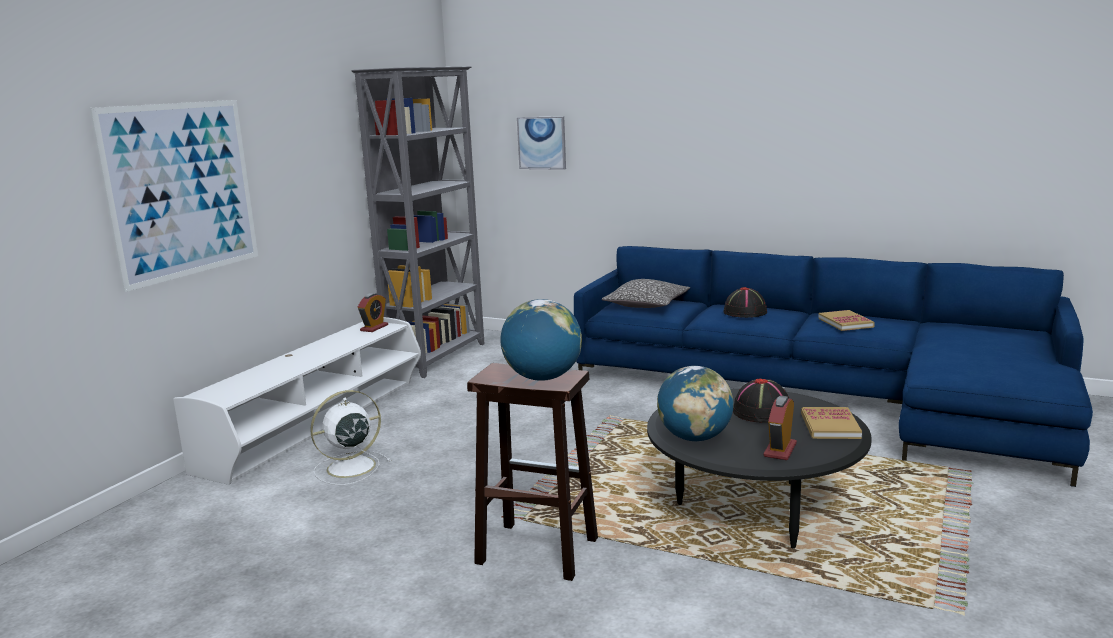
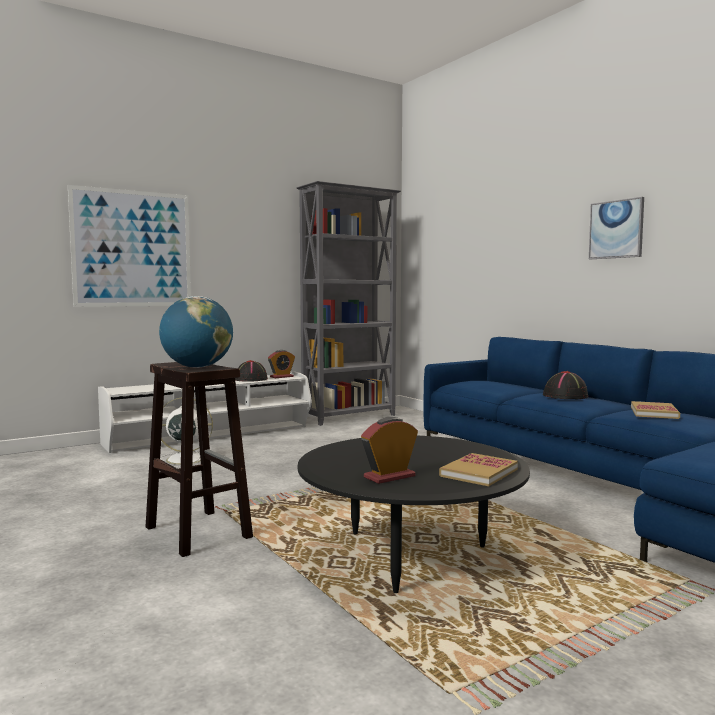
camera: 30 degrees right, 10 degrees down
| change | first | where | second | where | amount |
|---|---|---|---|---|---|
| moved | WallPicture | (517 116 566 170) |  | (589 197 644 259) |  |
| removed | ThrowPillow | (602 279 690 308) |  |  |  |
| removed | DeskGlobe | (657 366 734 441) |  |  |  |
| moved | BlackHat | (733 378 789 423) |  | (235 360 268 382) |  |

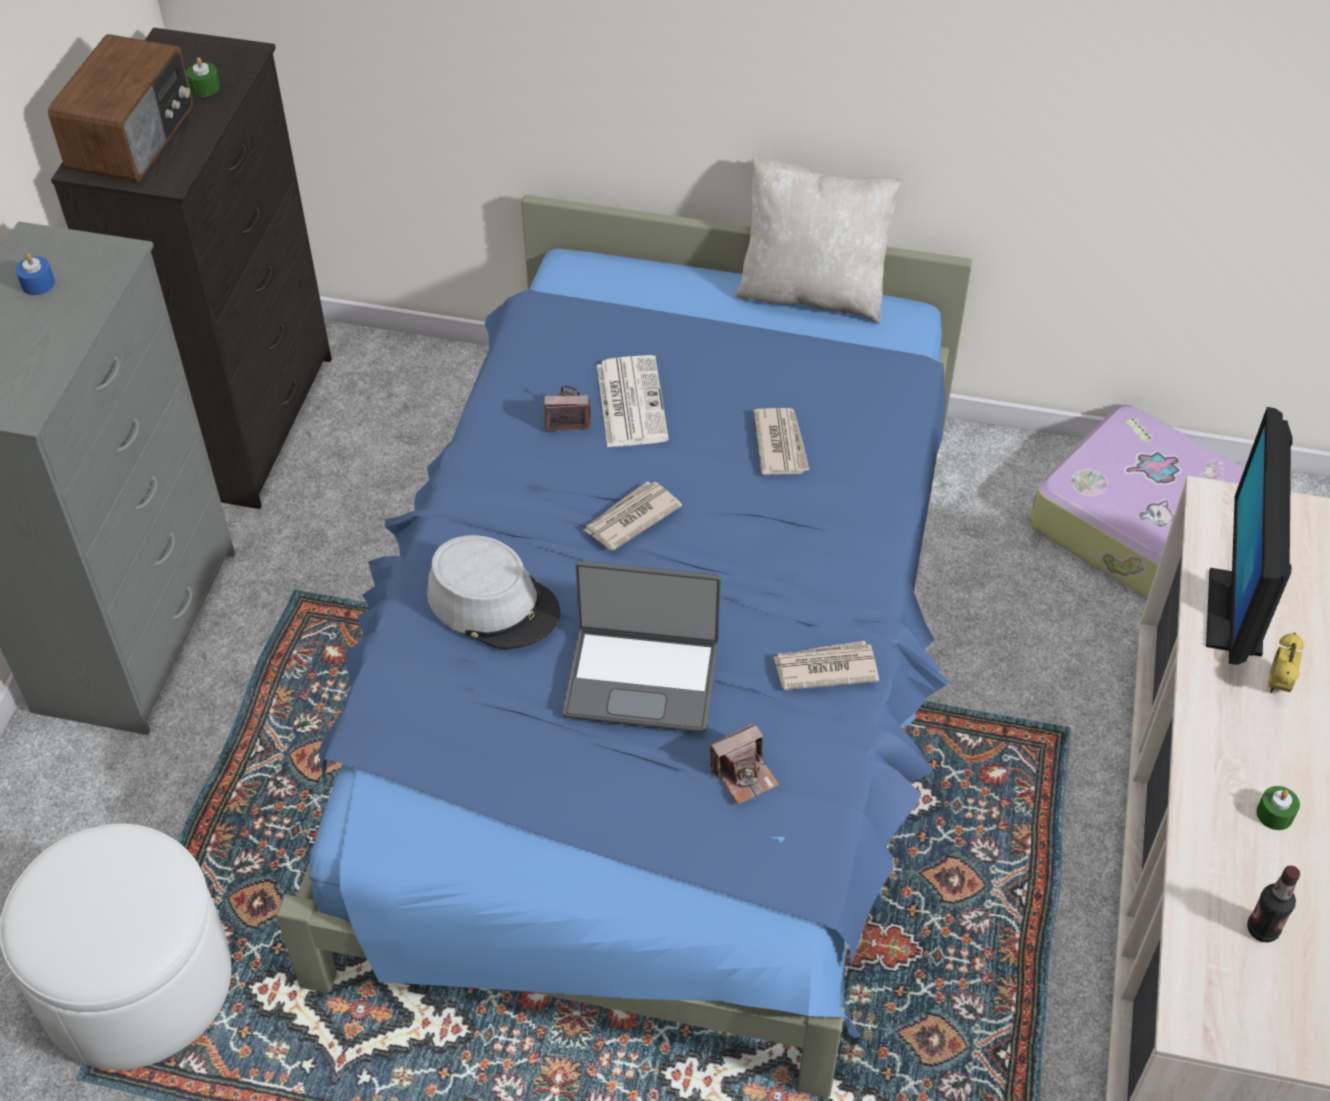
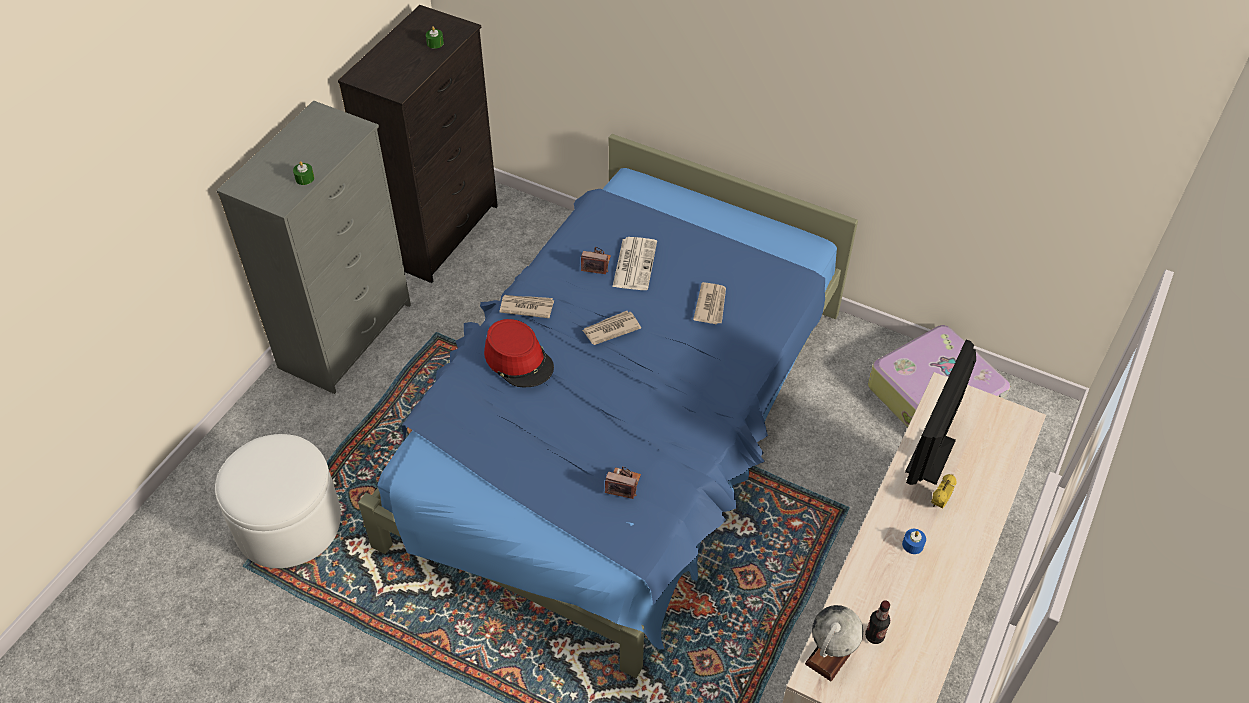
camera: 15 degrees right, 0 degrees up
| change | first | where | second | where | amount |
|---|---|---|---|---|---|
| removed | Radio | (48 34 193 182) |  |  |  |
| removed | BeigeThrowPillow | (735 157 902 323) |  |  |  |
| moved | BluishCandle | (15 253 55 295) |  | (902 529 926 554) |  |
| recoloured | GrayHat | (427 535 560 649) | RedColouredHat | (484 319 554 387) |  |
| removed | Laptop | (563 561 721 733) |  |  |  |
| moved | Newspaper | (773 641 879 690) |  | (499 295 554 318) |  |
| turned | StillCamera | (710 722 779 804) |  | (605 466 641 499) | 150 degrees counterclockwise |
| moved | GreenColouredCandle | (1257 786 1300 830) |  | (293 161 314 185) |  |
| added |  |  | DeskGlobe | (805 605 863 681) |  |

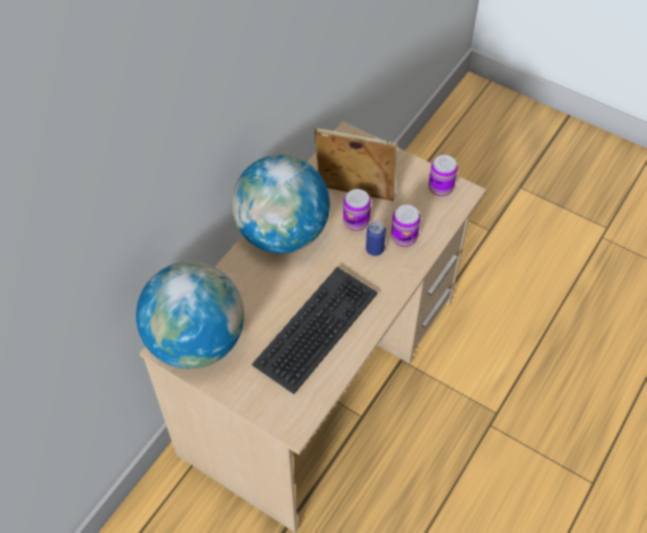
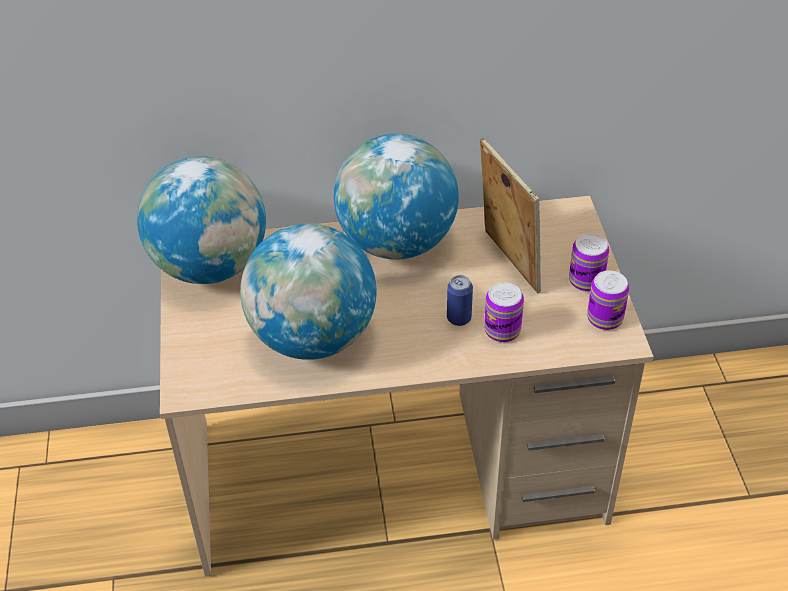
camera: 50 degrees right, 10 degrees down
| change | first | where | second | where | amount |
|---|---|---|---|---|---|
| moved | SealedCan | (343 189 371 231) |  | (569 233 609 292) |  |
| replaced | Keyboard | (252 267 378 394) | DeskGlobe | (240 223 376 360) |  |

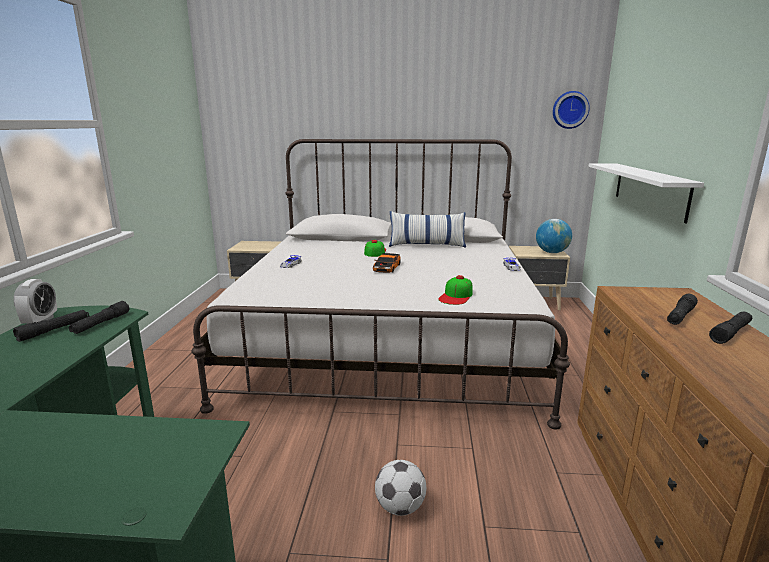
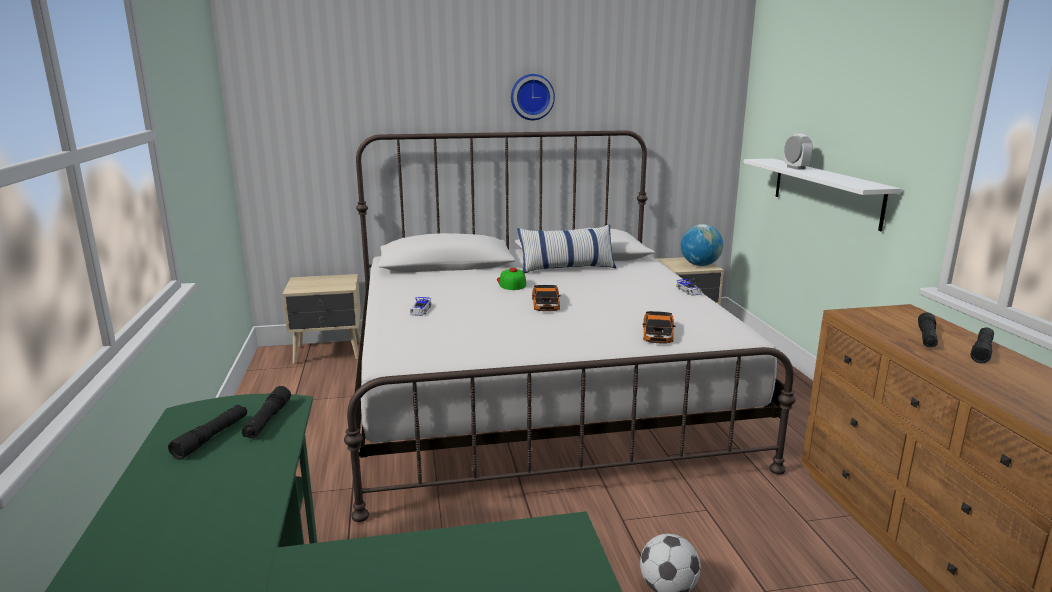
camera: 15 degrees left, 0 degrees up
| change | first | where | second | where | amount |
|---|---|---|---|---|---|
| moved | WallClock | (553 91 590 129) |  | (511 74 555 120) |  |
| replaced | PeakedCap | (438 275 473 305) | ModelCar | (642 311 676 343) |  |
| moved | AlarmClock | (14 279 57 324) |  | (784 134 813 170) |  |

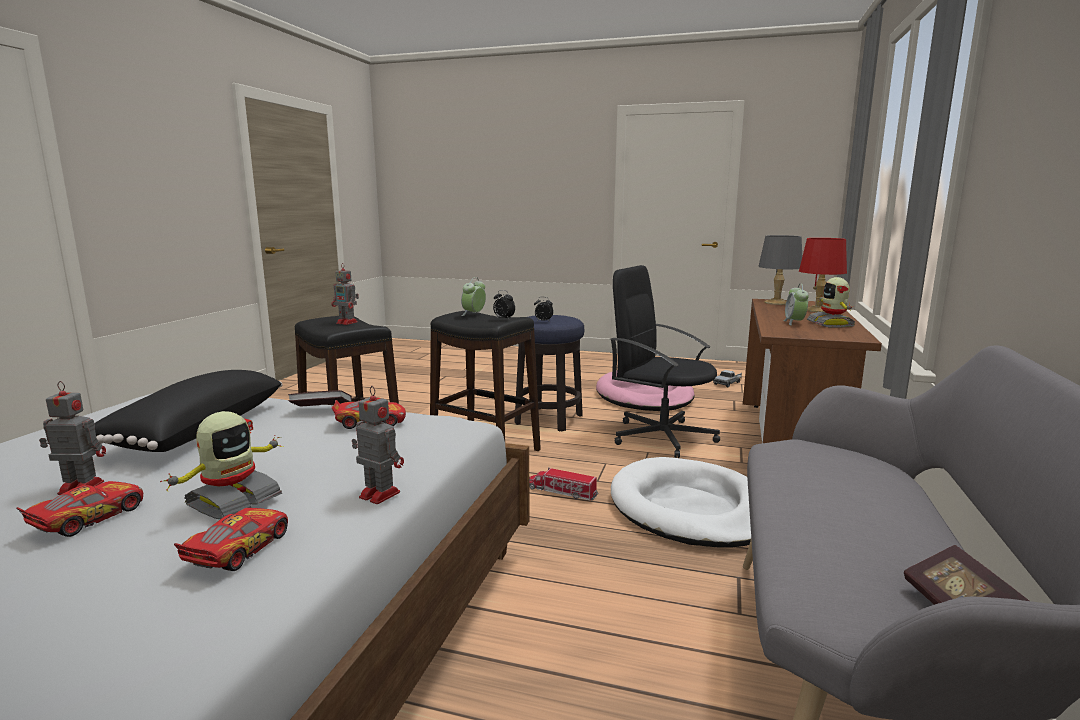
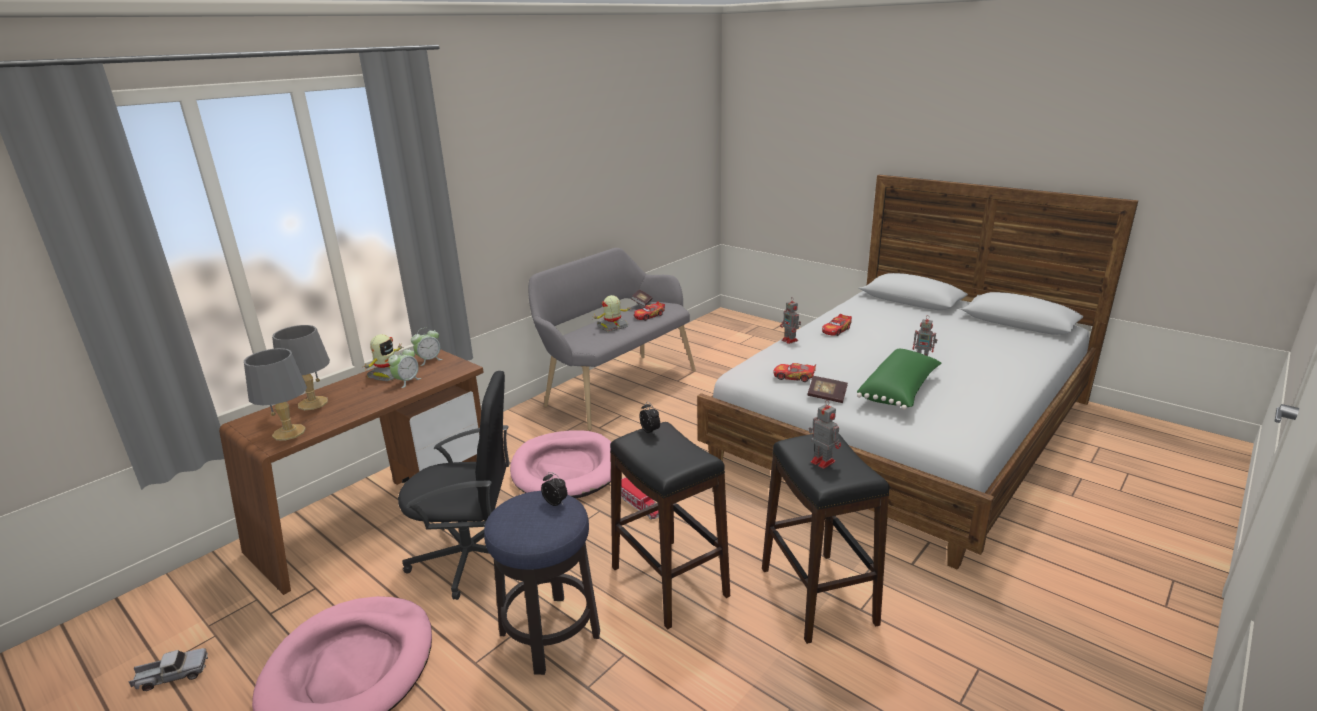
camera: 155 degrees left, 10 degrees up
| change | first | where | second | where | amount |
|---|---|---|---|---|---|
| recoloured | RedColouredTabletopLamp | (799 238 847 312) | GrayTabletopLamp | (272 325 330 410) |  |
| turned | BlackDeskChair | (610 265 720 458) |  | (398 371 510 600) | 60 degrees counterclockwise |
| moved | AlarmClock | (461 277 486 316) |  | (411 328 443 366) |  |
| recoloured | BlackThrowPillow | (95 370 283 452) | GreenColouredThrowPillow | (857 349 942 410) |  |
| moved | ModelRobot | (160 411 283 519) |  | (593 295 631 332) |  |
| recoloured | WhiteColouredDogCushion | (611 457 751 548) | PinkColouredDogCushion | (510 430 611 498) |  |
| moved | ModelCar | (17 481 143 537) |  | (634 301 665 321) |  |

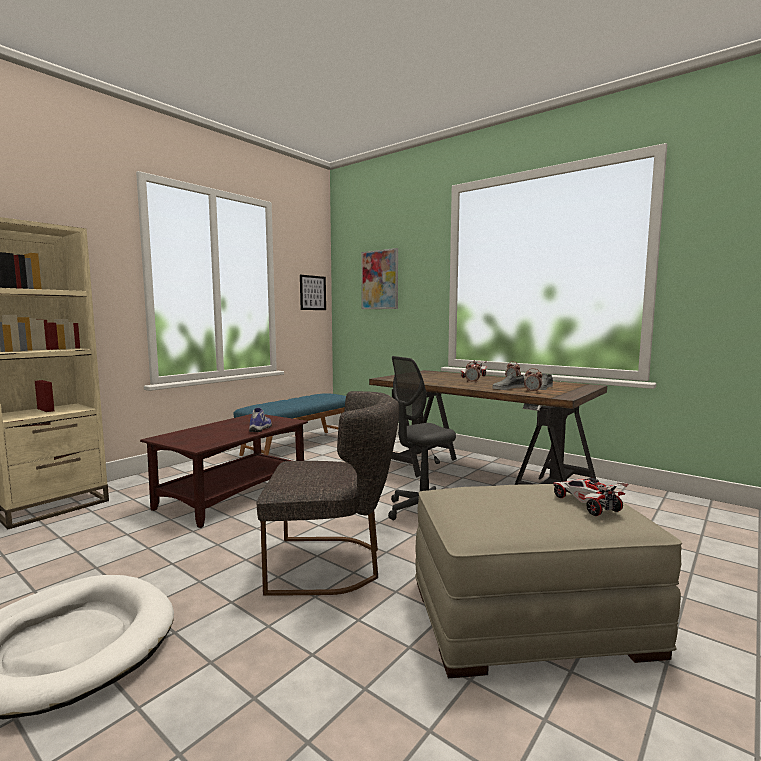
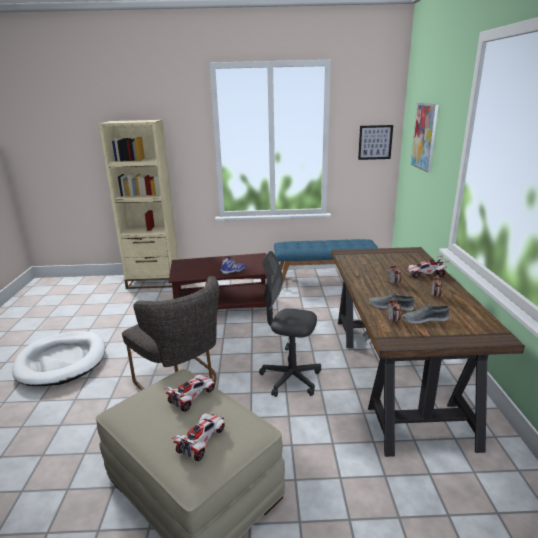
camera: 50 degrees right, 15 degrees up
| change | first | where | second | where | amount |
|---|---|---|---|---|---|
| added |  |  | ModelCar | (163 374 215 412) |  |

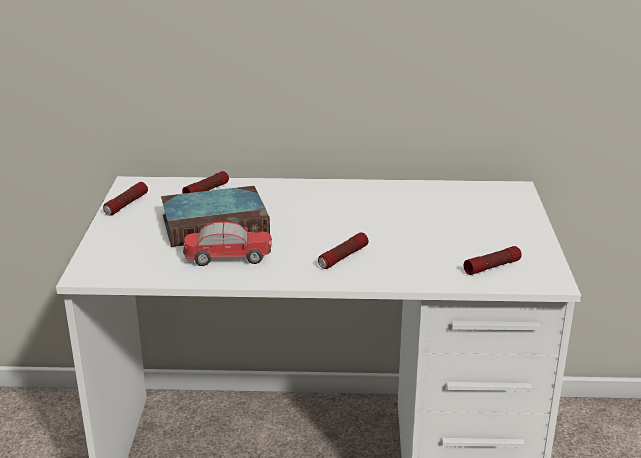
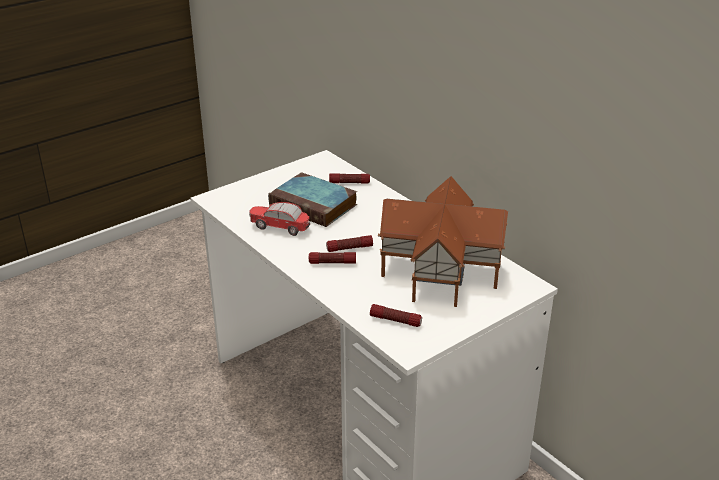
camera: 50 degrees right, 5 degrees up
| change | first | where | second | where | amount |
|---|---|---|---|---|---|
| moved | Flashlight | (103 182 148 216) |  | (326 235 373 252) |  |
| turned | ModelCar | (183 222 272 266) |  | (249 202 310 236) | 150 degrees clockwise |
| added |  |  | ToyHouse | (378 176 508 307) |  |

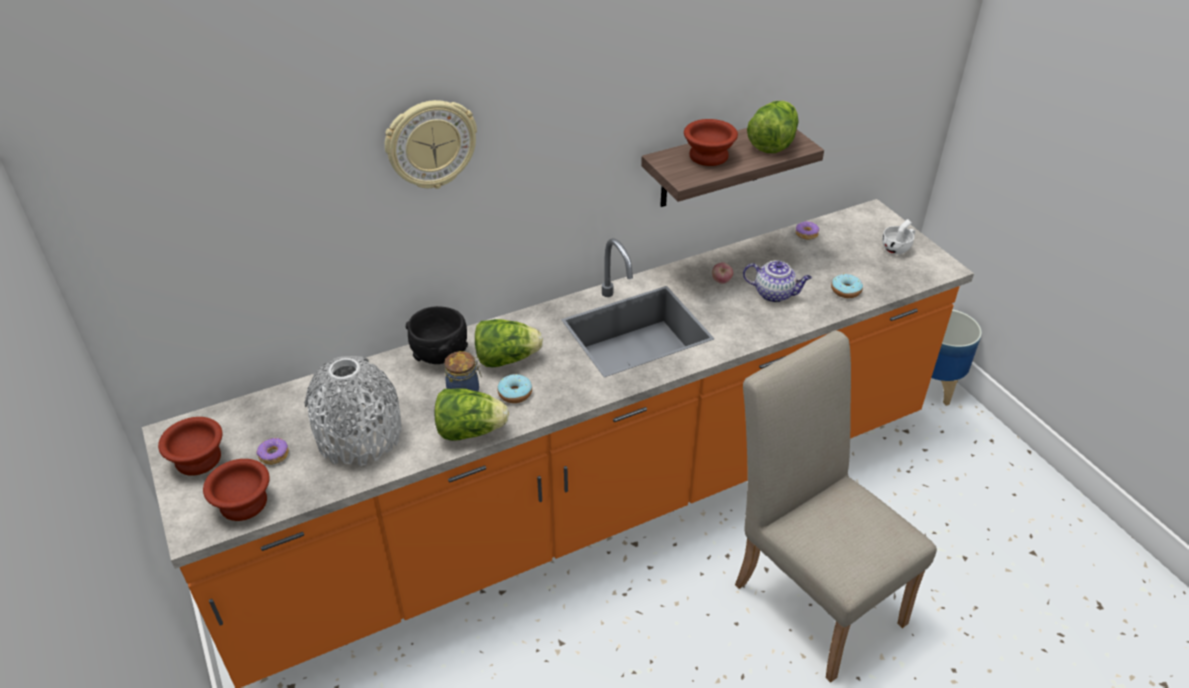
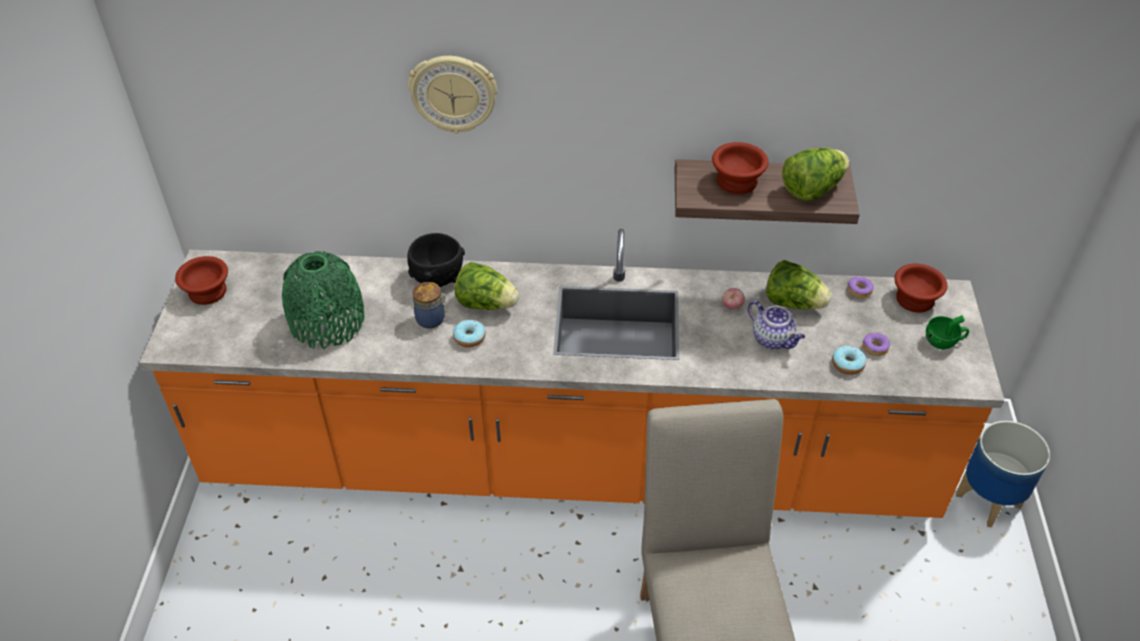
camera: 30 degrees right, 5 degrees up
| change | first | where | second | where | amount |
|---|---|---|---|---|---|
| recoloured | WhiteColouredDrinkingCup | (882 219 915 254) | GreenColouredDrinkingCup | (926 315 969 349) |  |
| recoloured | GrayDecorativeVase | (304 356 402 466) | GreenColouredDecorativeVase | (282 251 364 349) |  |
| moved | Lettuce | (435 388 509 441) |  | (766 260 832 309) |  |
| moved | Doughnut | (256 438 289 465) |  | (862 333 890 356) |  |
| moved | BrownishDeepDish | (203 459 270 521) |  | (894 264 948 313) |  |

